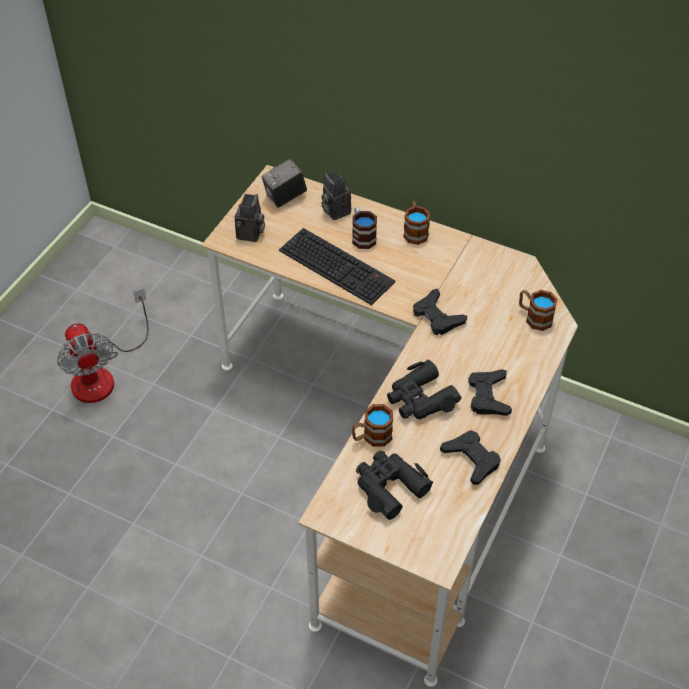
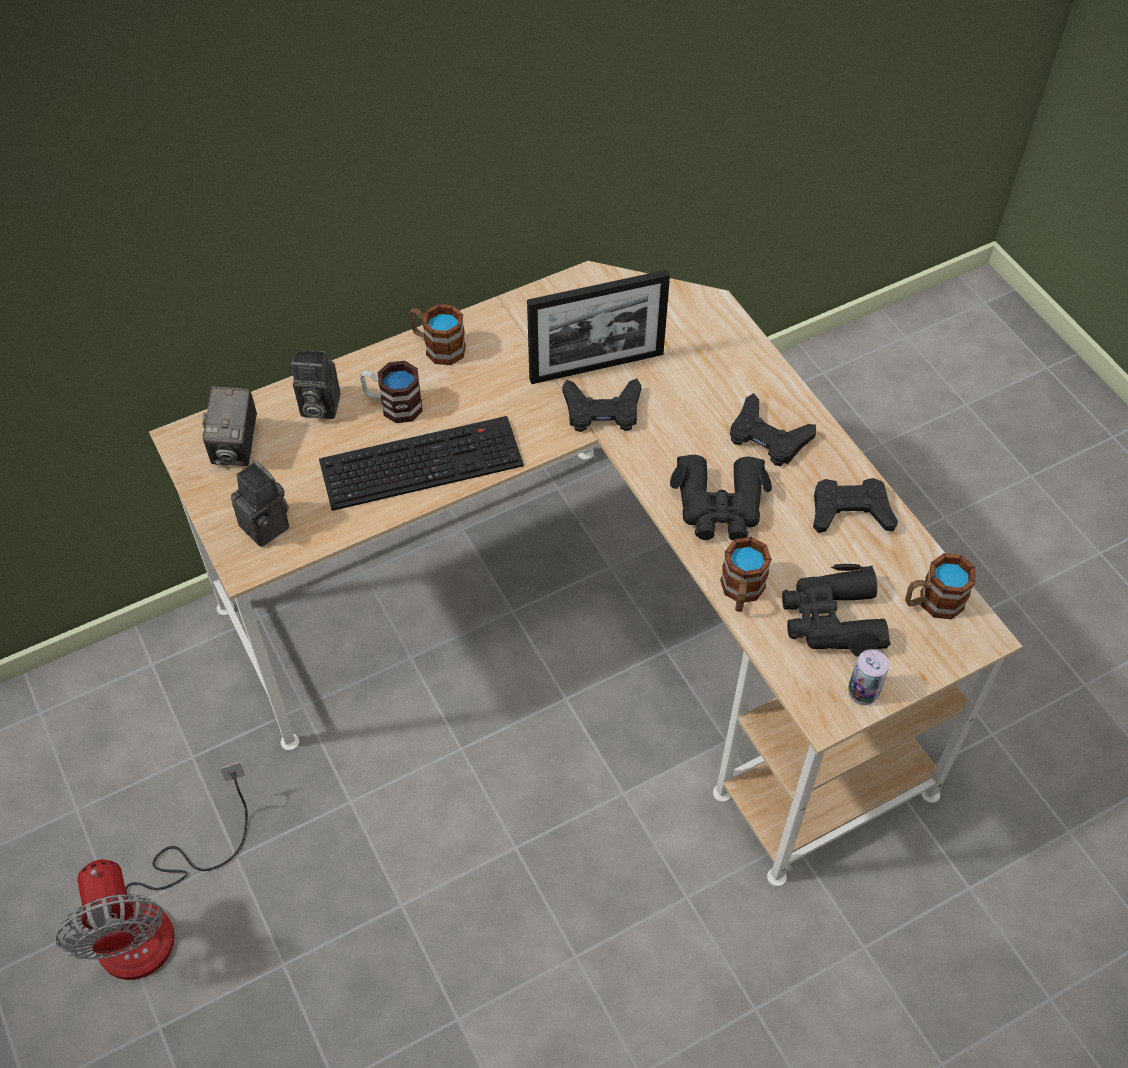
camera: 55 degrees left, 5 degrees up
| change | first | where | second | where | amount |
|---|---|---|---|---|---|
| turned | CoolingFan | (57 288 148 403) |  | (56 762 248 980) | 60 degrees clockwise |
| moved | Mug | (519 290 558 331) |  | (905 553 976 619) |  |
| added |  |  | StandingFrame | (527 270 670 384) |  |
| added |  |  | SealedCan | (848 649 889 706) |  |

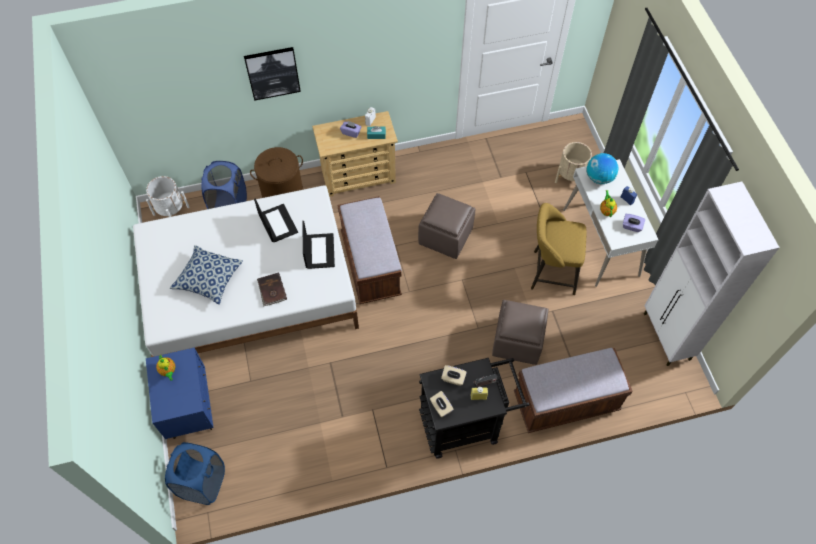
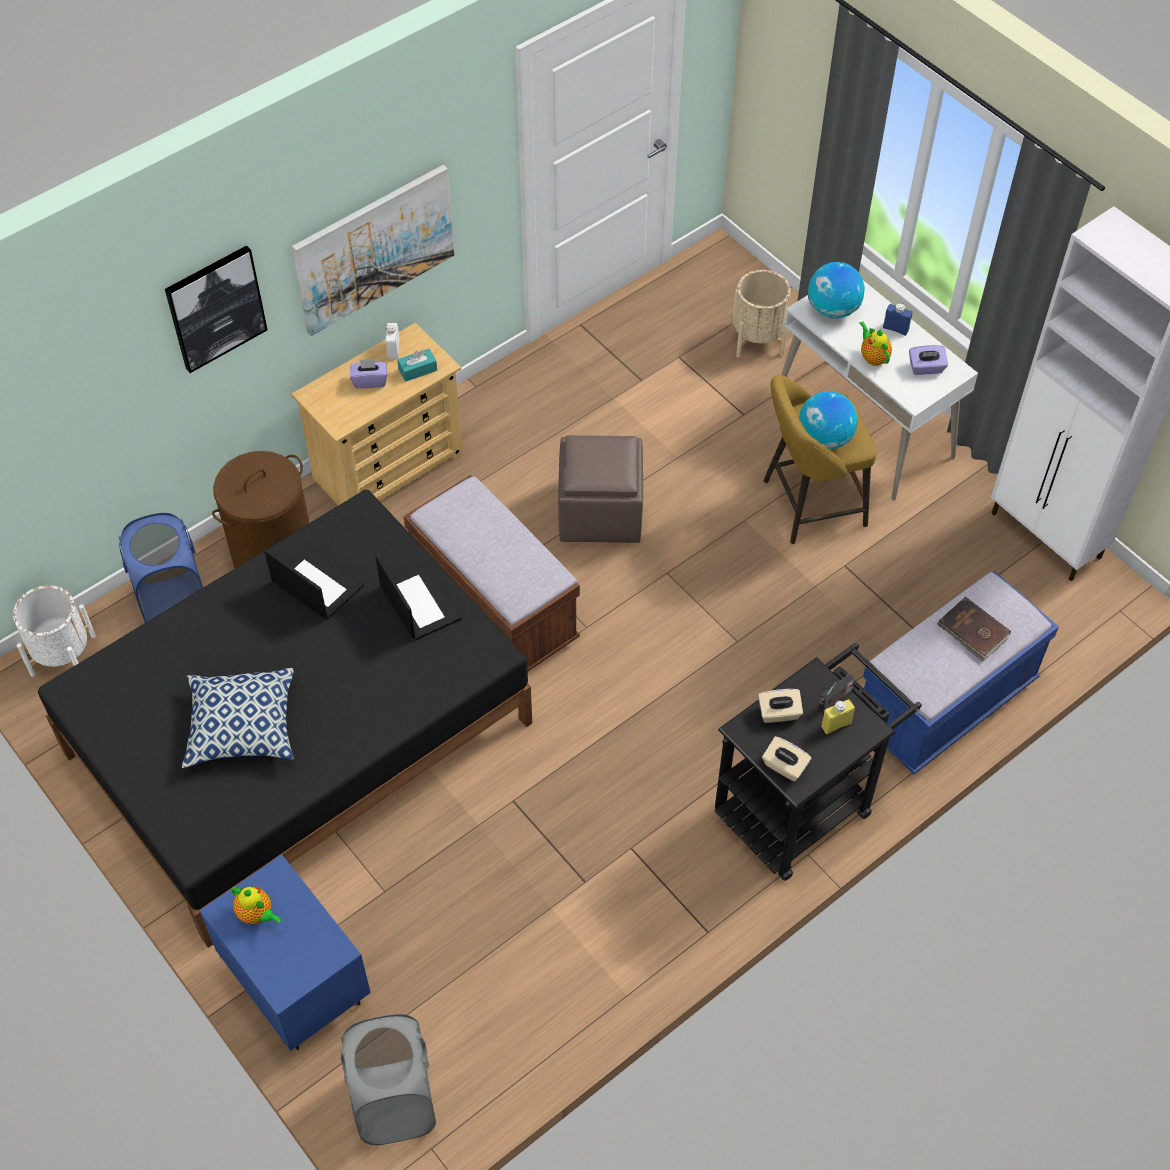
camera: 25 degrees left, 5 degrees down
| change | first | where | second | where | amount |
|---|---|---|---|---|---|
| recoloured | WhiteColouredBed | (133 185 359 357) | BlackBed | (38 490 532 948) |  |
| moved | BrownishVolume | (257 272 287 307) |  | (937 597 1011 661) |  |
| removed | BrownishOttoman | (492 300 549 365) |  |  |  |
| recoloured | BrownishBench | (514 348 633 433) | BluishBench | (863 571 1059 774) |  |
| recoloured | BluishLaundryBasket | (165 442 225 505) | GrayLaundryBasket | (341 1014 436 1145) |  |
| added |  |  | WallPicture | (292 165 454 336) |  |
| added |  |  | DeskGlobe | (799 391 858 450) |  |

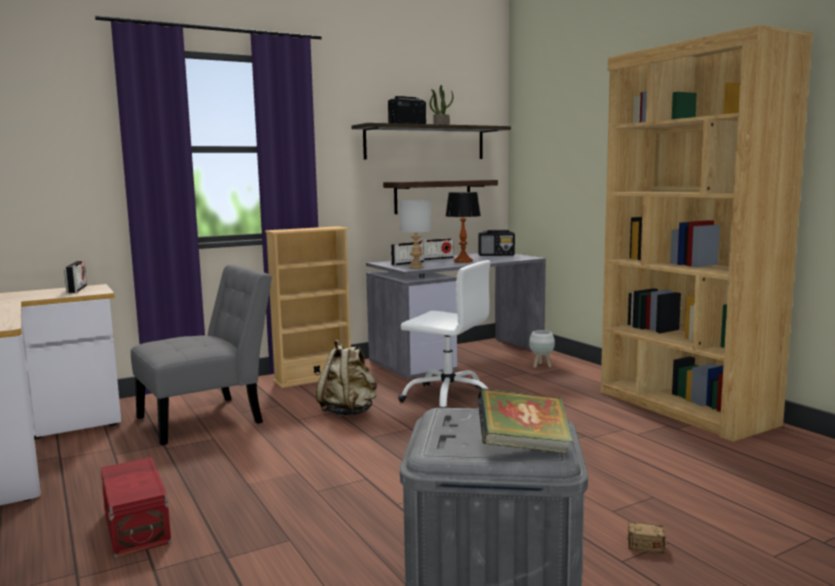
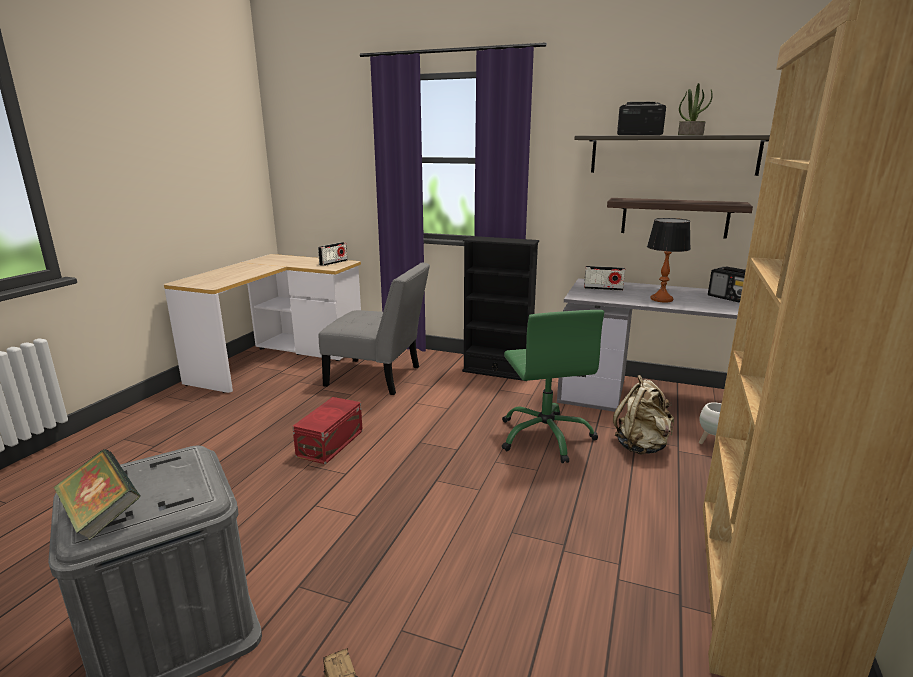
camera: 50 degrees right, 10 degrees up
| change | first | where | second | where | amount |
|---|---|---|---|---|---|
| removed | GrayTabletopLamp | (400 200 431 269) |  |  |  |
| recoloured | BeigeBookcase | (265 226 351 388) | BlackBookcase | (462 236 539 381) |  |
| removed | Radio | (420 238 454 260) |  |  |  |
| recoloured | WhiteColouredDeskChair | (398 260 490 408) | GreenColouredDeskChair | (502 310 604 463) |  |
| moved | BeigeRucksack | (316 339 377 416) |  | (613 375 674 455) |  |
| moved | RedColouredStorageBox | (101 457 171 558) |  | (292 397 363 464) |  |

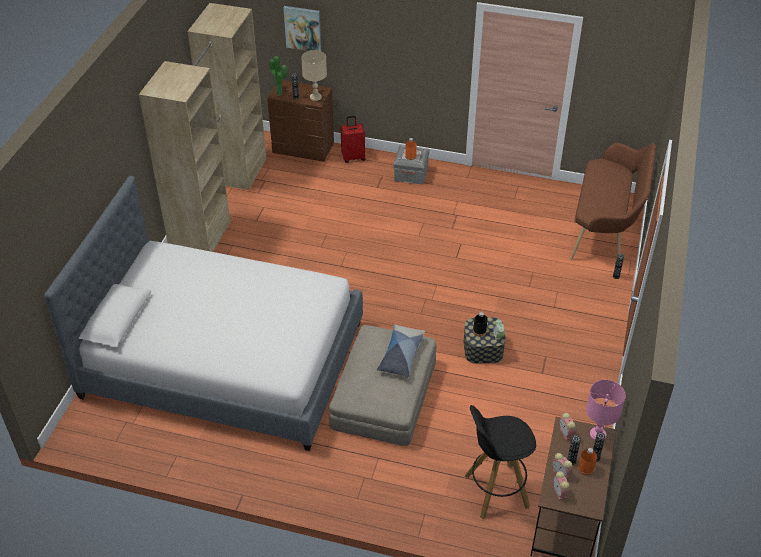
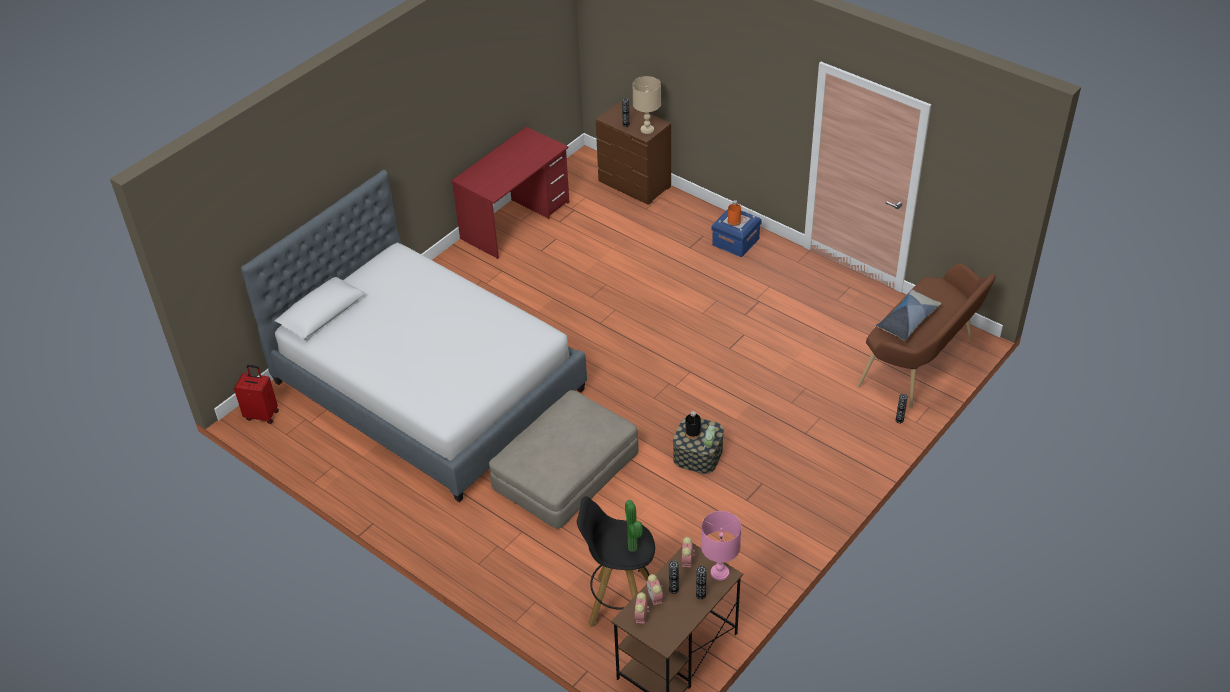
camera: 25 degrees right, 0 degrees up
| change | first | where | second | where | amount |
|---|---|---|---|---|---|
| replaced | BeigeWardrobe | (139 3 266 252) | RedColouredDeskTable | (451 127 570 259) |  |
| removed | WallPicture | (283 6 321 51) |  |  |  |
| moved | PlantInAPot | (270 56 287 96) |  | (625 500 643 552) |  |
| moved | RedColouredSuitcase | (340 116 365 163) |  | (234 365 279 424) |  |
| recoloured | GrayStorageBox | (394 145 429 184) | BluishStorageBox | (712 210 762 257) |  |
| moved | ThrowPillow | (377 324 425 378) |  | (876 289 941 341) |  |
| removed | OrangeyBottle | (578 448 597 476) |  |  |  |

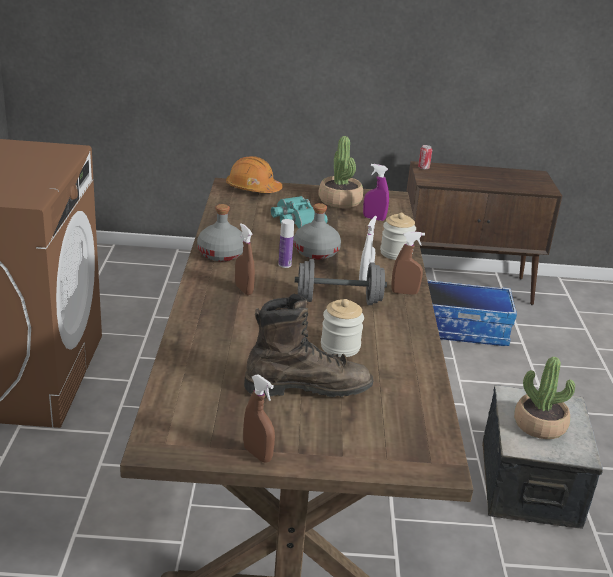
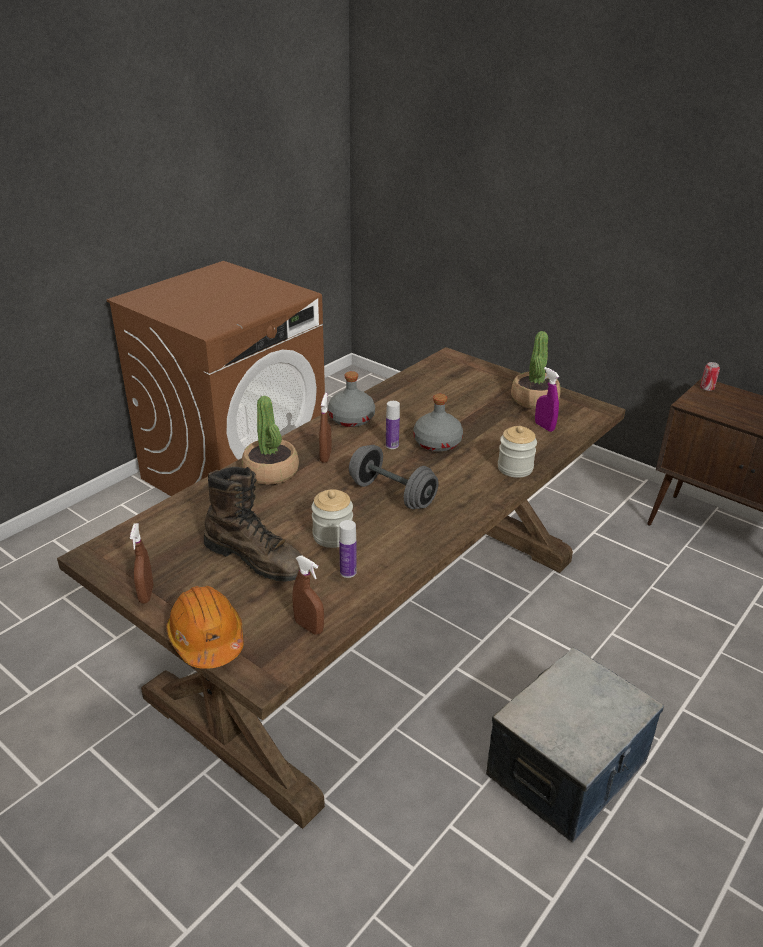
camera: 40 degrees right, 5 degrees up
| change | first | where | second | where | amount |
|---|---|---|---|---|---|
| moved | OrangeySafetyHelmet | (226 156 282 193) |  | (166 586 244 669) |  |
| removed | TurquoiseFieldGlasses | (271 196 328 228) |  |  |  |
| removed | WhiteColouredHandSprayer | (359 216 377 281) |  |  |  |
| moved | BrownishHandSprayer | (392 231 425 295) |  | (293 555 324 635) |  |
| removed | StorageBox | (427 280 517 346) |  |  |  |
| moved | PlantInAPot | (514 357 575 439) |  | (242 396 299 485) |  |
| added |  |  | Bottle | (339 520 356 578) |  |

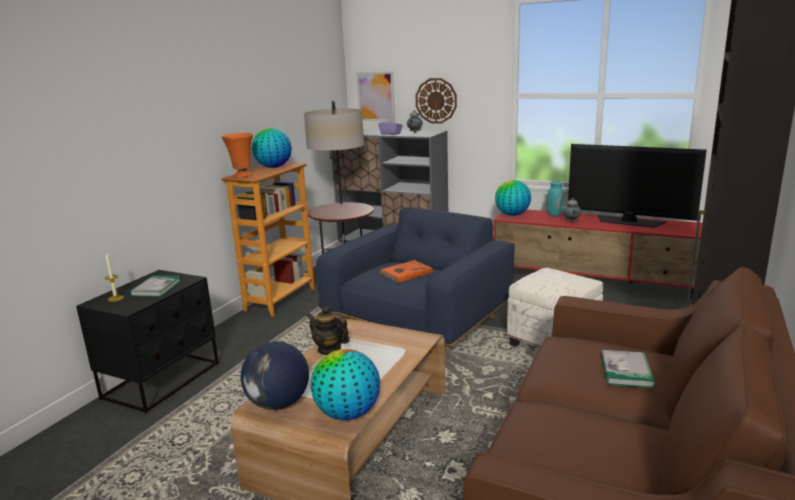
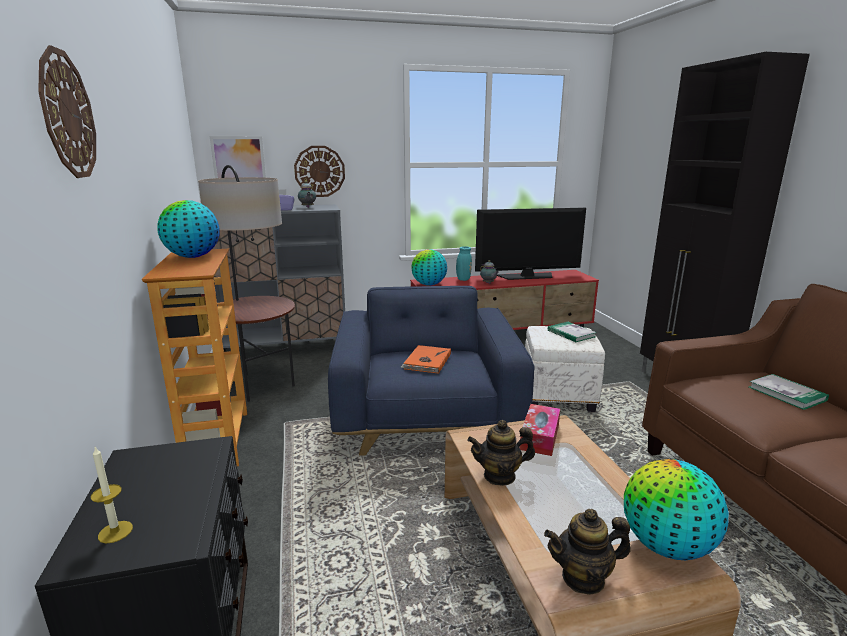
camera: 40 degrees left, 0 degrees up
| change | first | where | second | where | amount |
|---|---|---|---|---|---|
| removed | OrangeyDecorativeVase | (221 133 253 177) |  |  |  |
| moved | Volume | (130 275 181 297) |  | (548 322 597 342) |  |
| replaced | DeskGlobe | (240 341 309 410) | Teapot | (544 509 631 595) |  |
| added |  |  | WallClock | (38 45 96 178) |  |
| added |  |  | TissueBox | (520 404 560 456) |  |

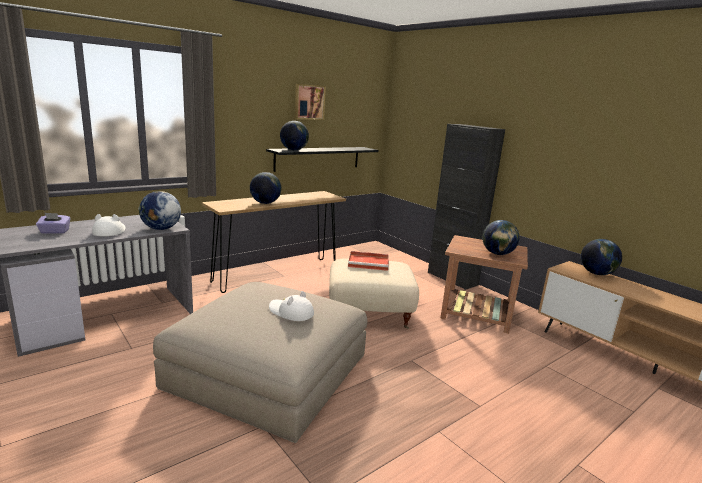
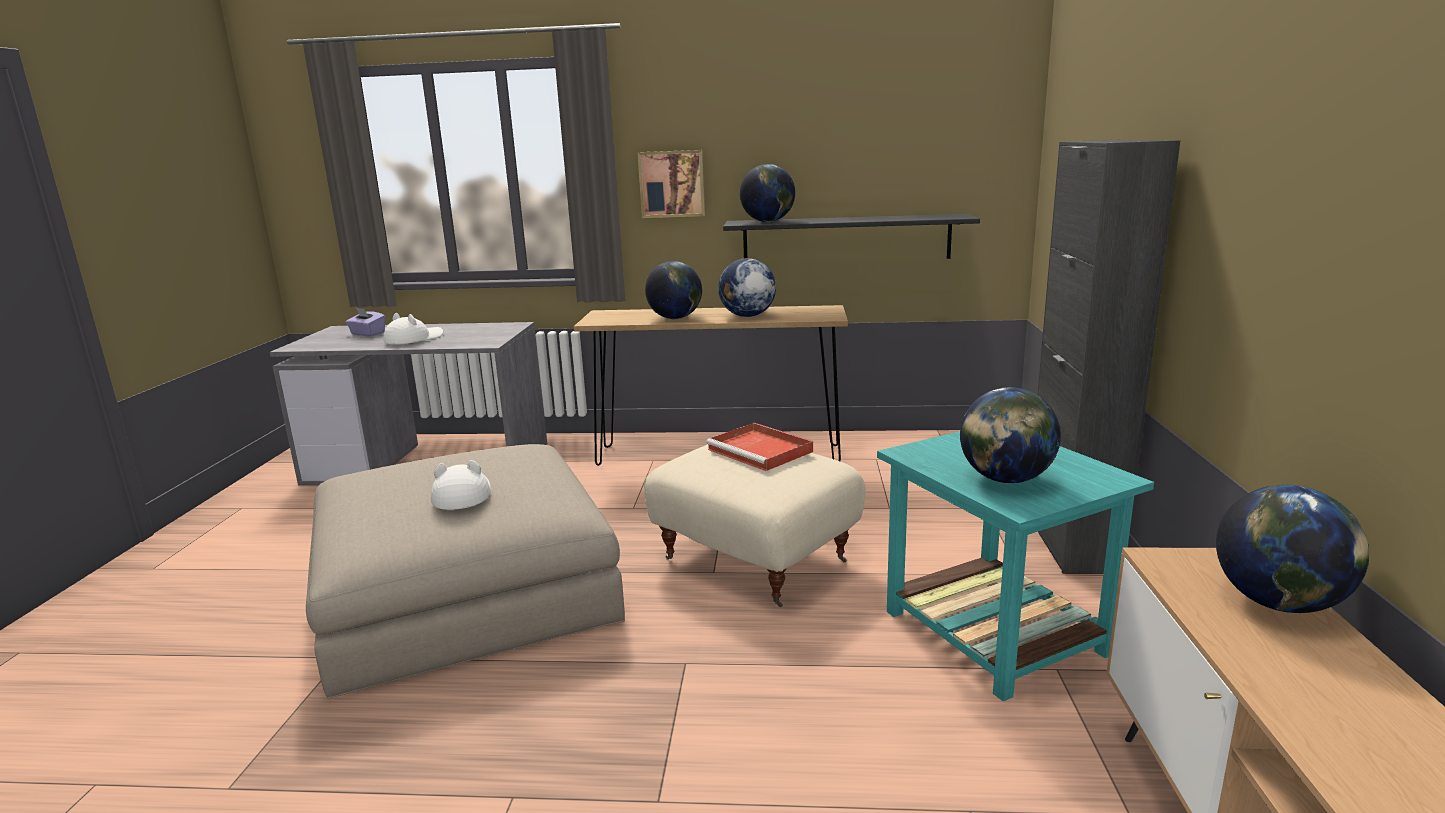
camera: 45 degrees right, 0 degrees up
| change | first | where | second | where | amount |
|---|---|---|---|---|---|
| moved | WallPicture | (295 84 326 120) |  | (637 150 705 218) |  |
| moved | DeskGlobe | (139 191 181 230) |  | (718 258 776 317) |  |
| recoloured | BrownishSideTable | (441 235 528 334) | TurquoiseSideTable | (877 431 1154 701) |  |

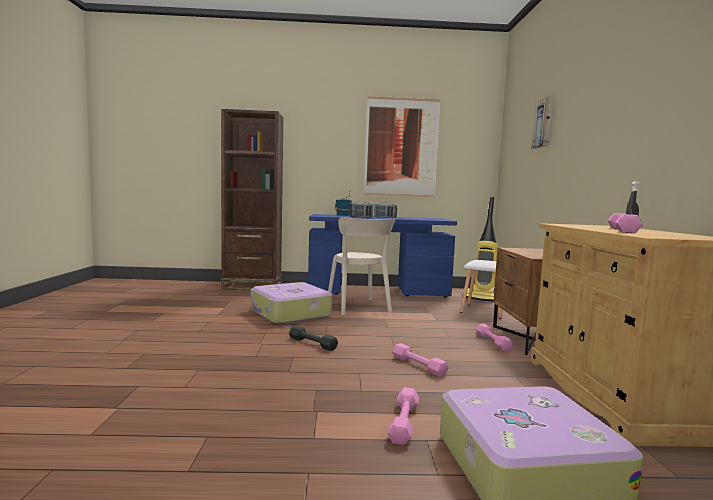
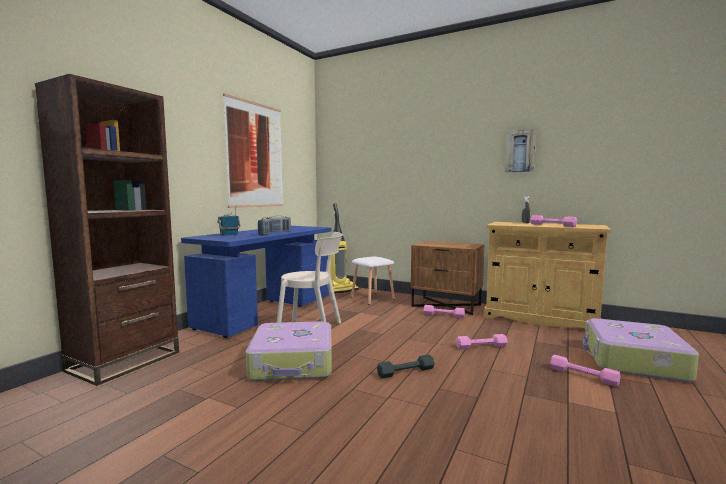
camera: 60 degrees left, 0 degrees up
| change | first | where | second | where | amount |
|---|---|---|---|---|---|
| moved | WallPicture | (531 96 553 149) |  | (505 129 536 172) |  |

